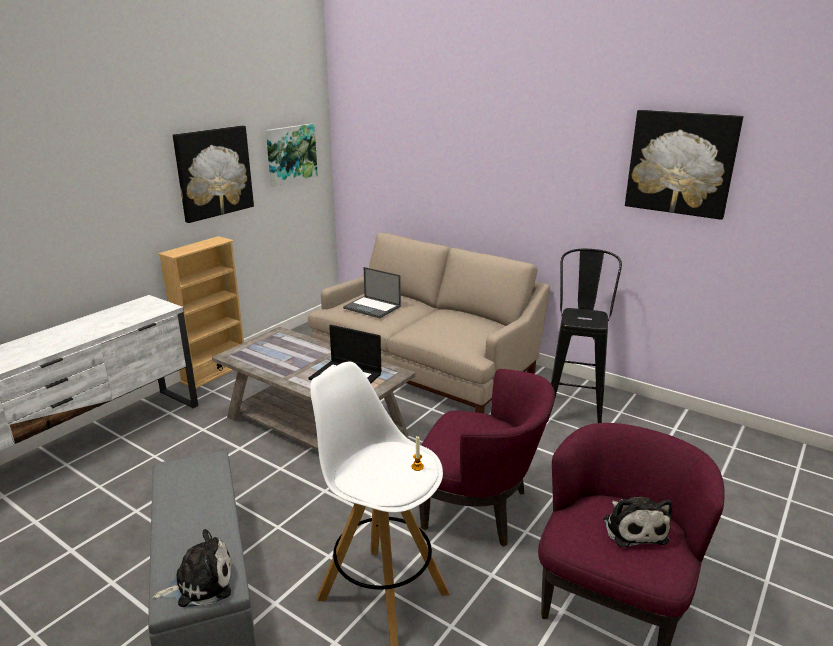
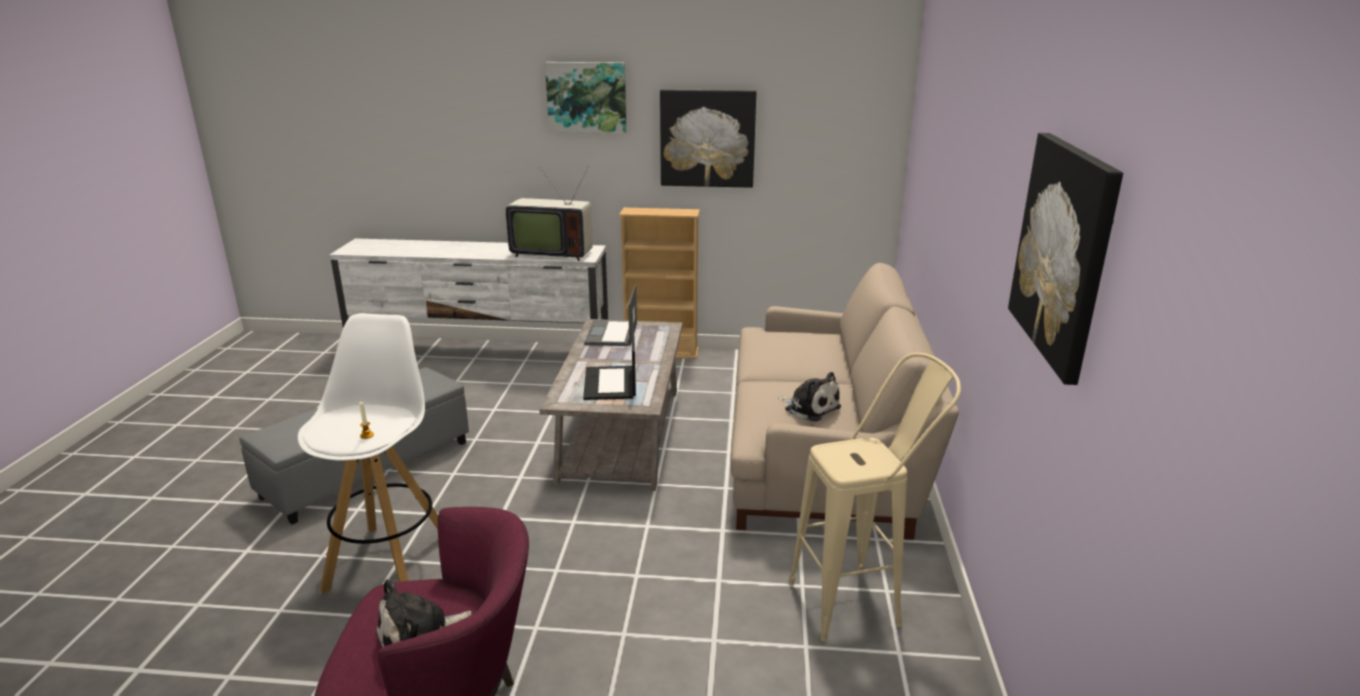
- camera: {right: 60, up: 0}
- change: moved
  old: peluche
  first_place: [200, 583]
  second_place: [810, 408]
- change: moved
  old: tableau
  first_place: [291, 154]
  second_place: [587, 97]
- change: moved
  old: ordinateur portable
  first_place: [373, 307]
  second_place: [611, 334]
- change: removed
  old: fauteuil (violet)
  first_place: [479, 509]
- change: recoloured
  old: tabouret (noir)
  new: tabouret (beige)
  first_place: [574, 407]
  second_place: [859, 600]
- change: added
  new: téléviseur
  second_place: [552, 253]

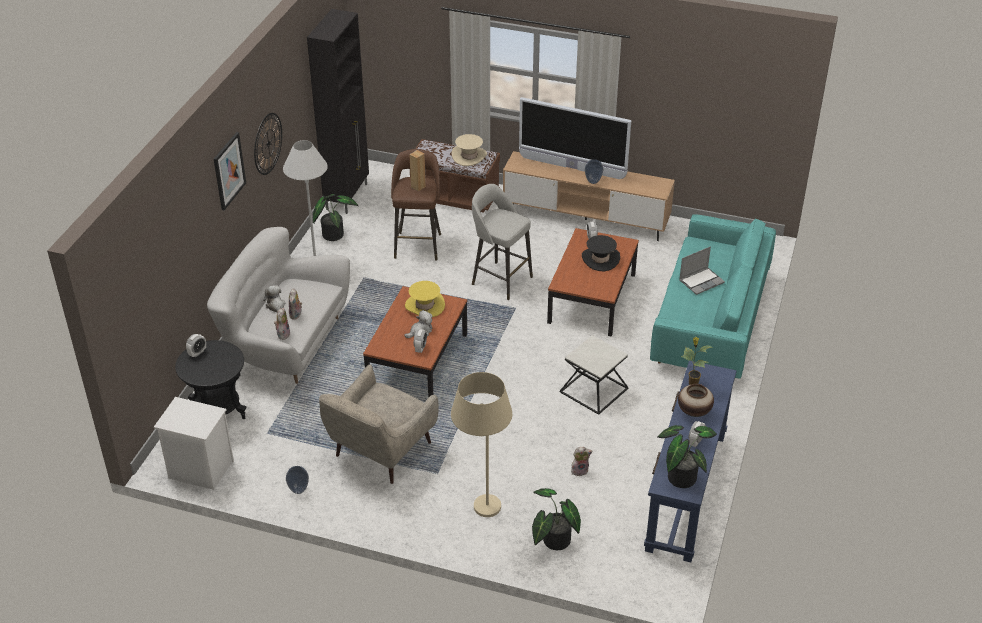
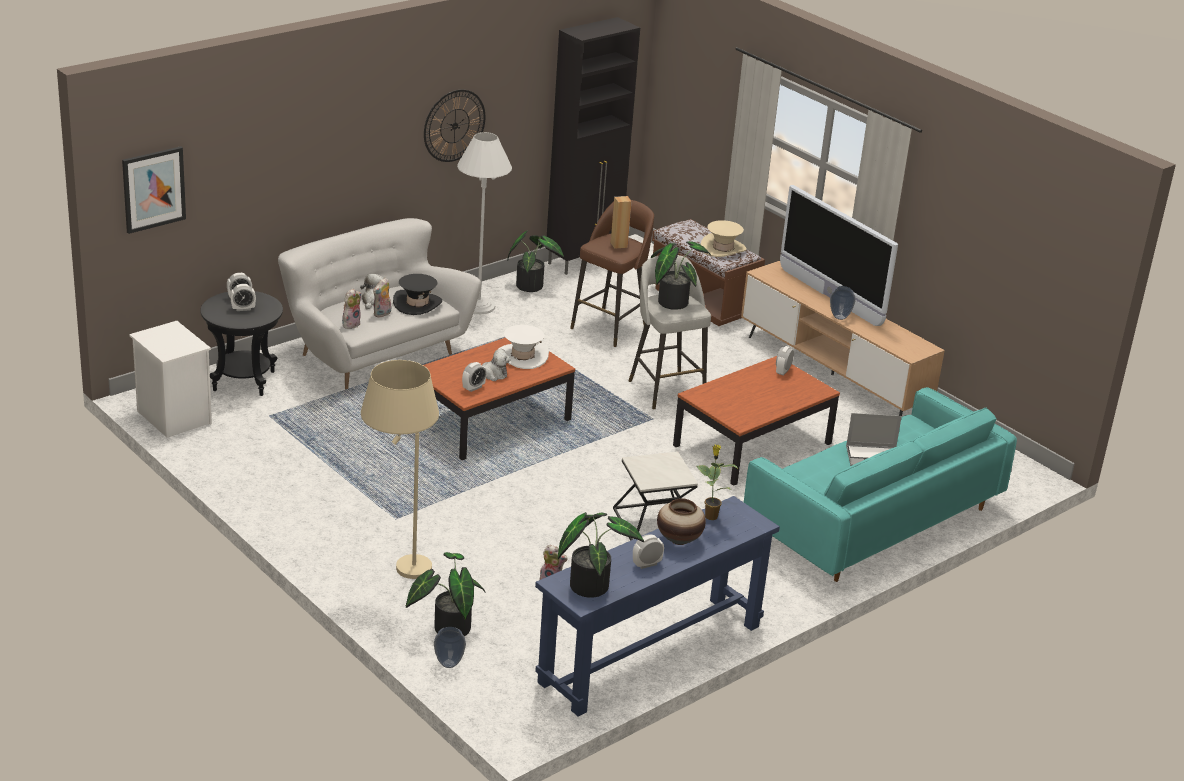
- camera: {right: 30, up: -10}
- change: moved
  old: tableau
  first_place: [229, 171]
  second_place: [153, 189]
- change: moved
  old: vase
  first_place: [298, 490]
  second_place: [448, 663]
- change: removed
  old: fauteuil (beige)
  first_place: [380, 452]
- change: recoloured
  old: chapeau (jaune)
  new: chapeau (blanc)
  first_place: [425, 306]
  second_place: [522, 356]
- change: moved
  old: chapeau (noir)
  first_place: [600, 259]
  second_place: [417, 304]
- change: added
  new: réveil
  second_place: [243, 309]
- change: added
  new: plante en pot
  second_place: [672, 301]

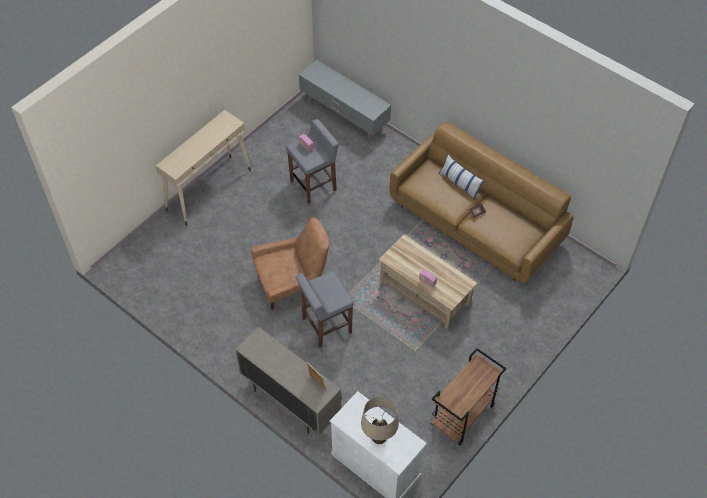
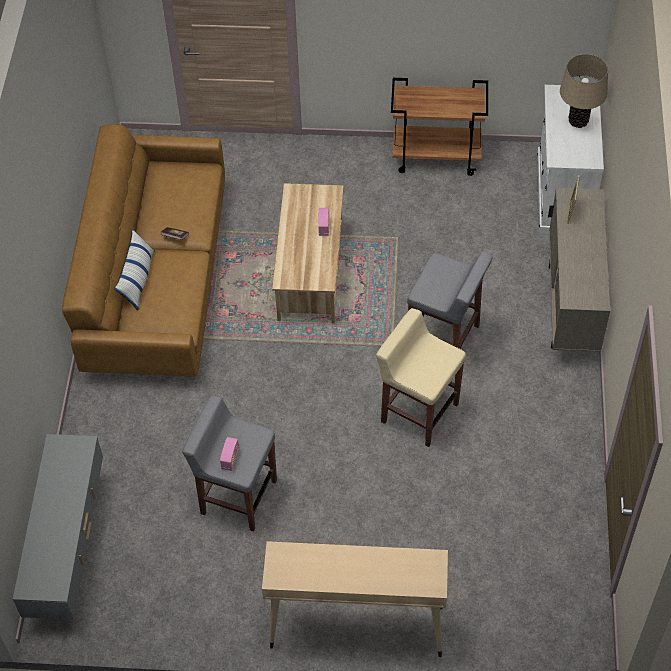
- camera: {right: -125, up: 0}
- change: replaced
  old: fauteuil (marron)
  new: tabouret (beige)
  first_place: [292, 283]
  second_place: [418, 412]

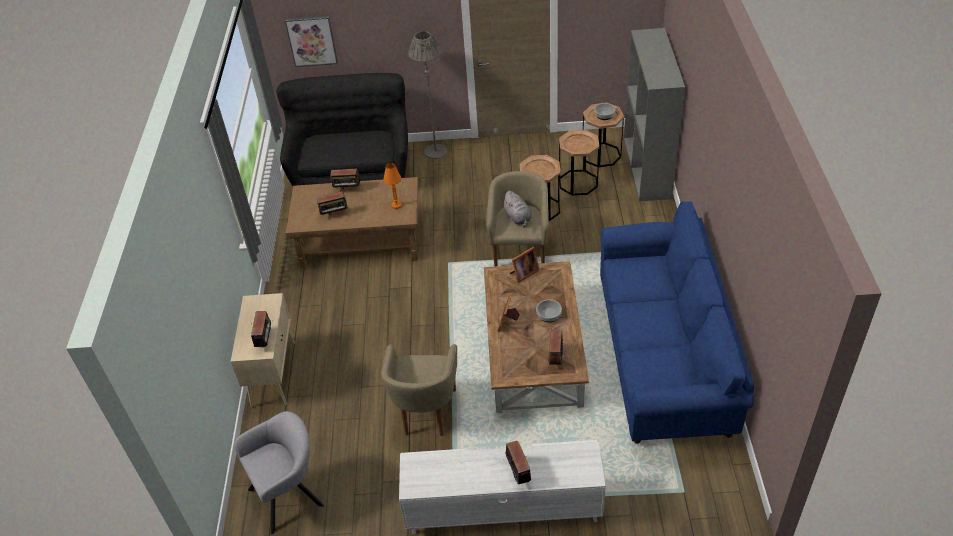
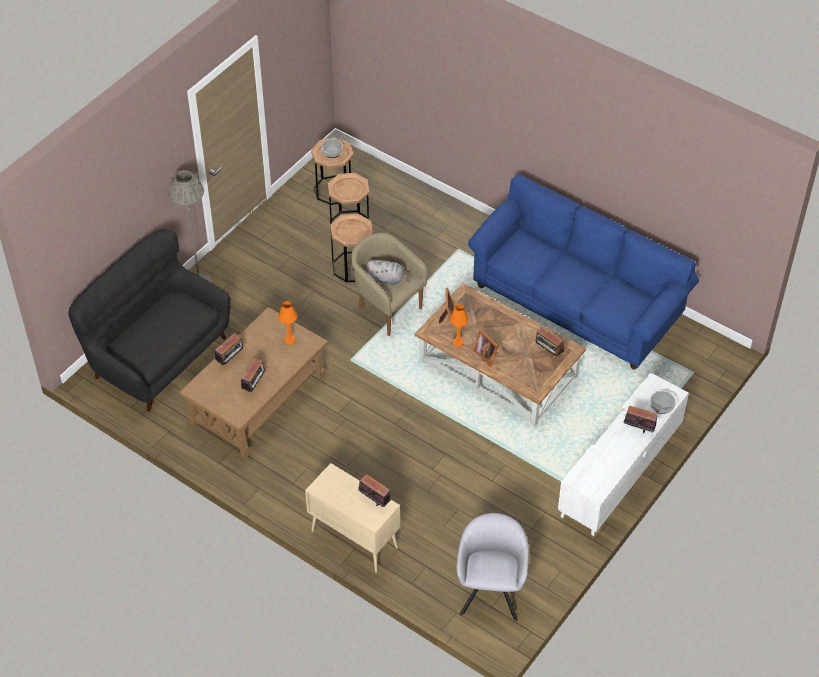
- camera: {right: -55, up: 5}
- change: removed
  old: tableau
  first_place: [311, 41]
- change: removed
  old: fauteuil (beige)
  first_place: [426, 412]
- change: moved
  old: bol
  first_place: [549, 315]
  second_place: [662, 406]
- change: removed
  old: bibliothèque (gris)
  first_place: [647, 168]
- change: added
  new: lampe de table (orange)
  second_place: [458, 342]

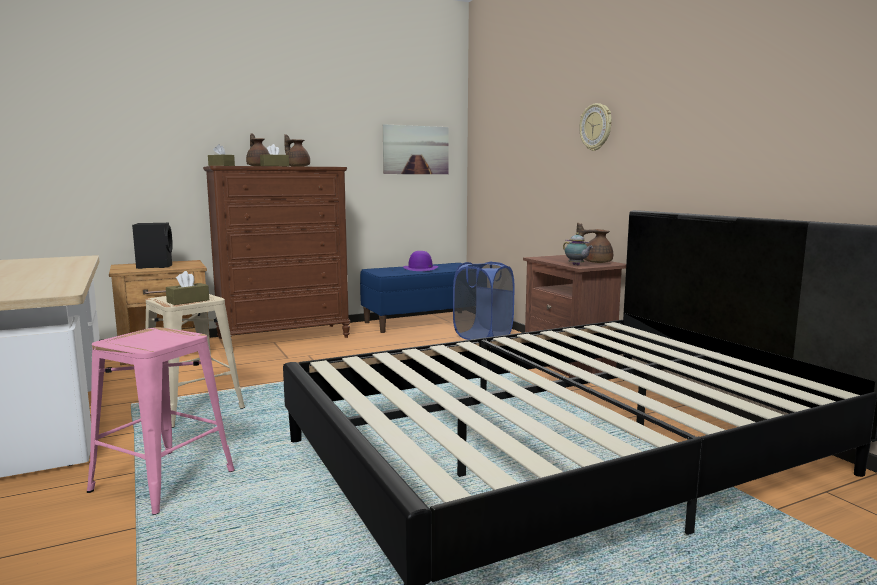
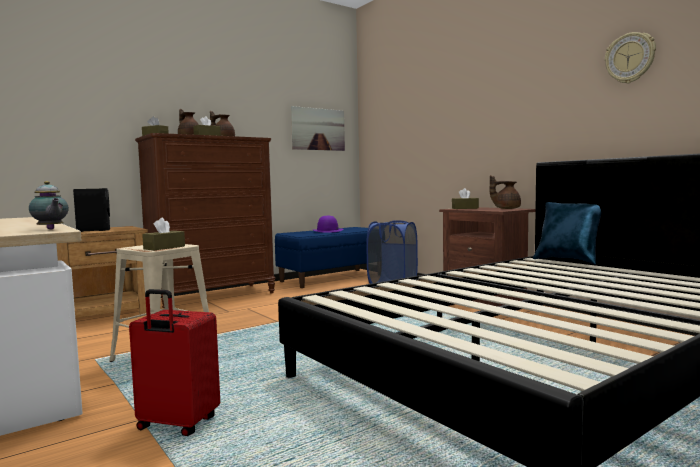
- camera: {right: -10, up: -5}
- change: replaced
  old: tabouret (rose)
  new: valise (rouge)
  first_place: [162, 481]
  second_place: [177, 425]
- change: moved
  old: théière
  first_place: [576, 265]
  second_place: [50, 229]
- change: moved
  old: horloge murale
  first_place: [596, 127]
  second_place: [630, 58]
- change: added
  new: boîte à mouchoirs (marron)
  second_place: [465, 208]
- change: added
  new: coussin (bleu)
  second_place: [568, 261]

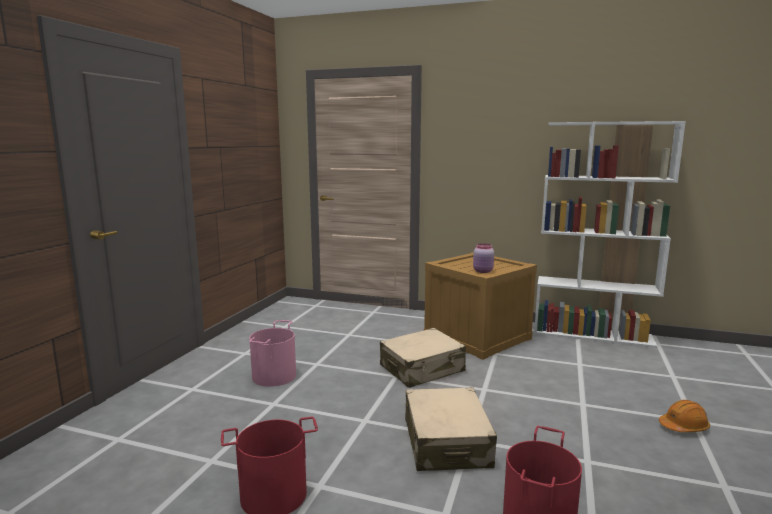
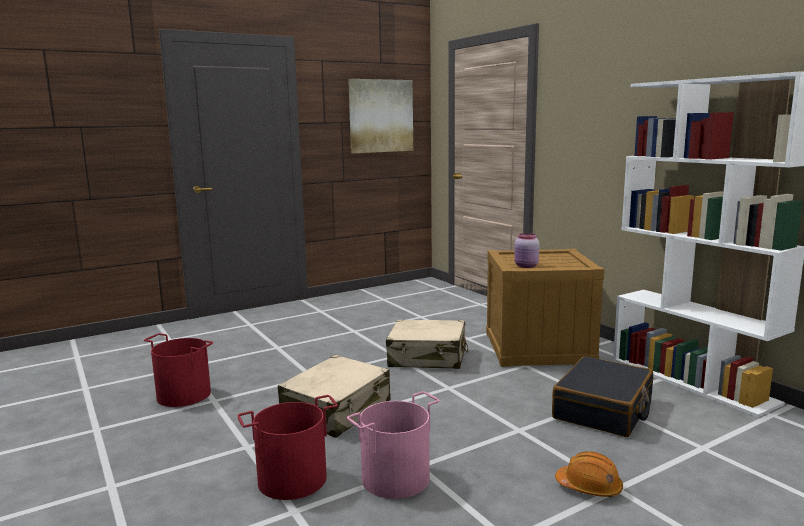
- camera: {right: 40, up: 0}
- change: moved
  old: seau (rose)
  first_place: [275, 376]
  second_place: [396, 478]
- change: added
  new: tableau
  second_place: [381, 116]
- change: added
  new: valise (noir)
  second_place: [603, 410]

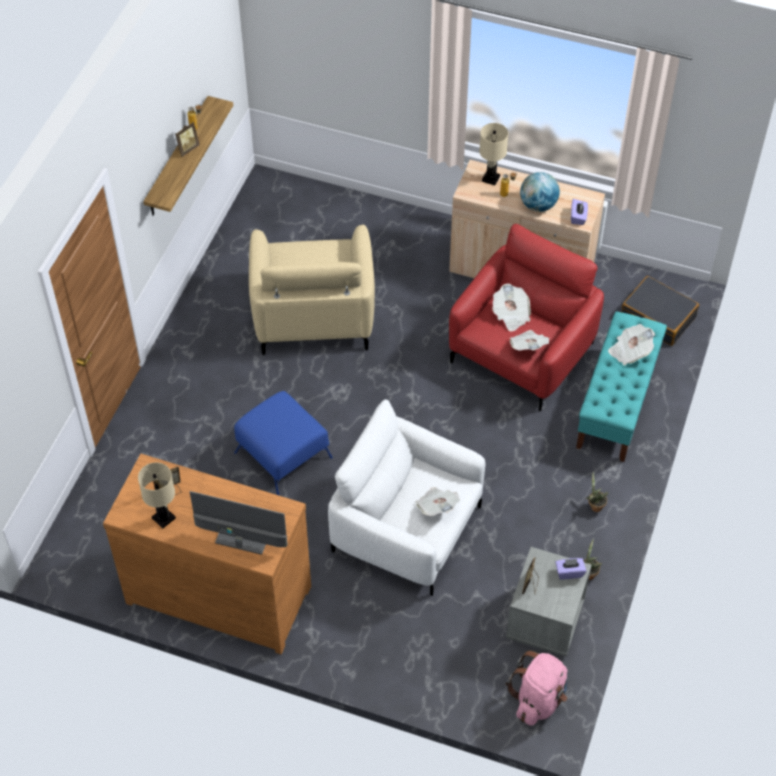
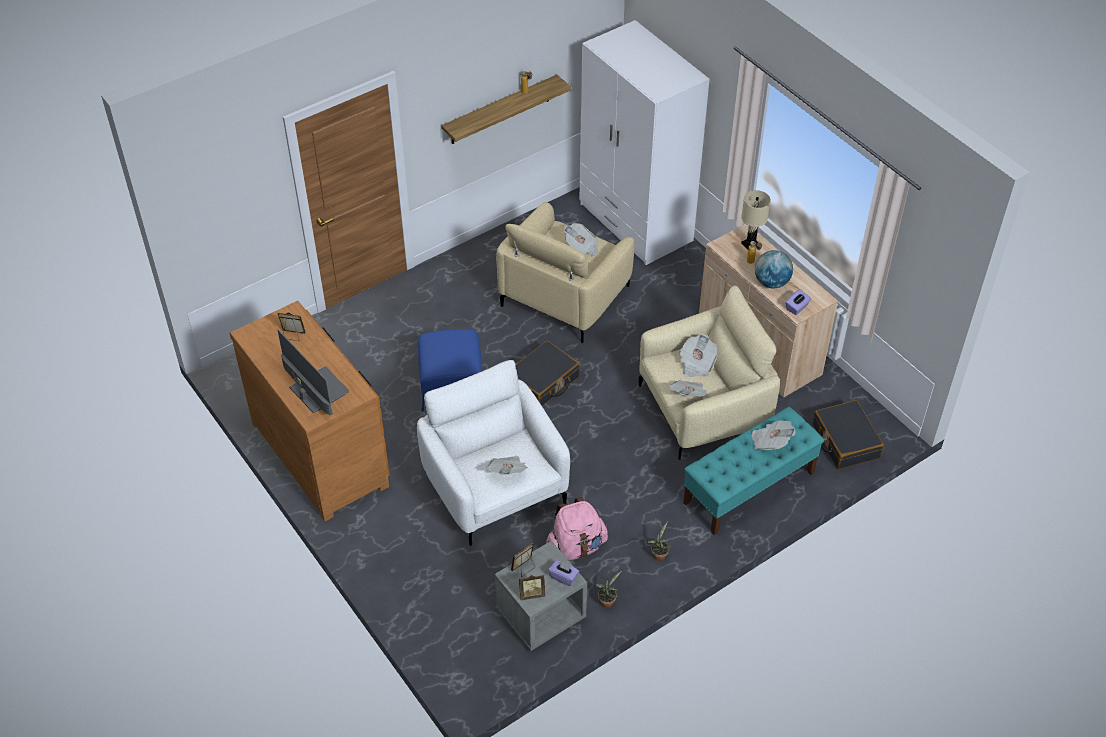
- camera: {right: 35, up: -5}
- change: removed
  old: lampe de table (beige)
  first_place: [163, 518]
- change: moved
  old: cadre photo
  first_place: [187, 149]
  second_place: [531, 594]
- change: recoloured
  old: fauteuil (rouge)
  new: fauteuil (beige)
  first_place: [521, 353]
  second_place: [703, 409]
- change: moved
  old: sac à dos (rose)
  first_place: [538, 699]
  second_place: [576, 546]
- change: added
  new: valise (noir)
  second_place: [543, 381]
- change: added
  new: journal
  second_place: [582, 247]
- change: added
  new: armoire (blanc)
  second_place: [635, 223]

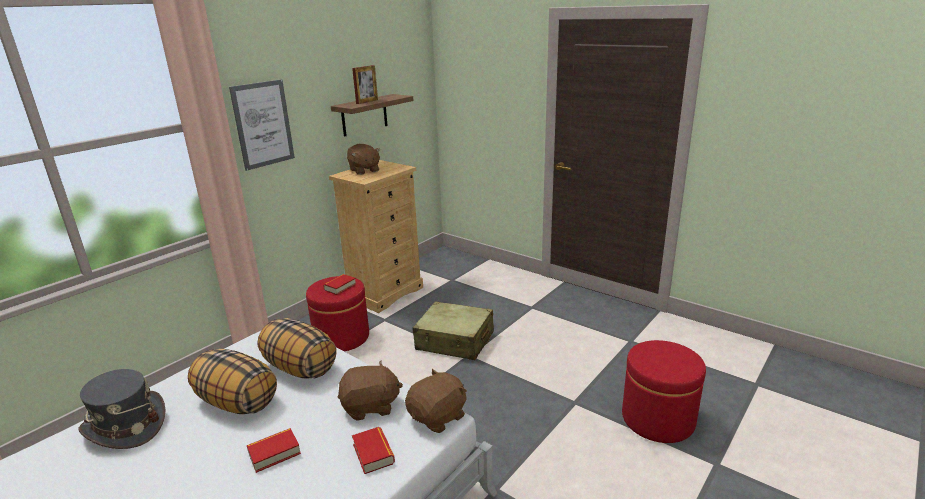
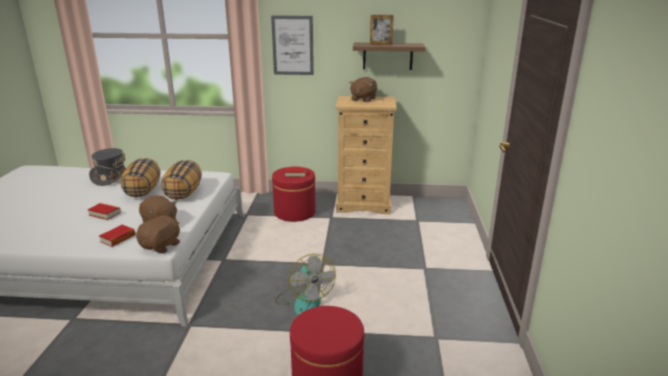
- camera: {right: 55, up: 0}
- change: turned
  old: peluche (marron)
  first_place: [438, 417]
  second_place: [161, 246]
  degrees: -75
- change: removed
  old: valise (beige)
  first_place: [455, 341]
- change: added
  new: ventilateur
  second_place: [304, 300]

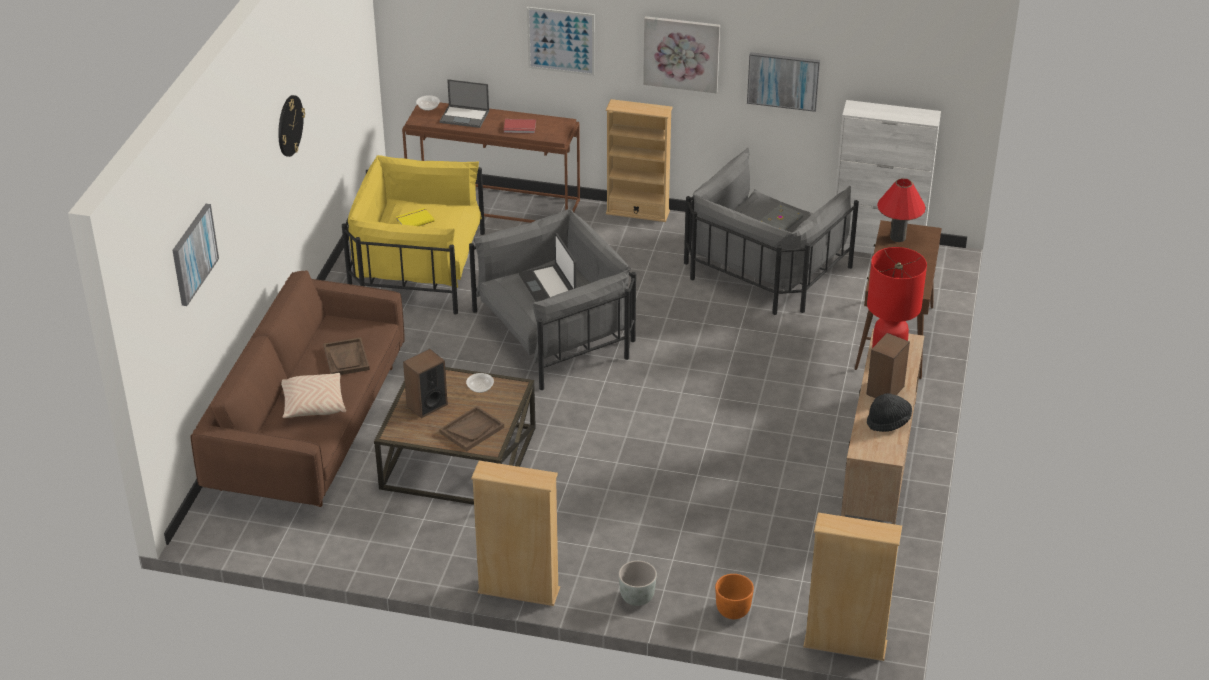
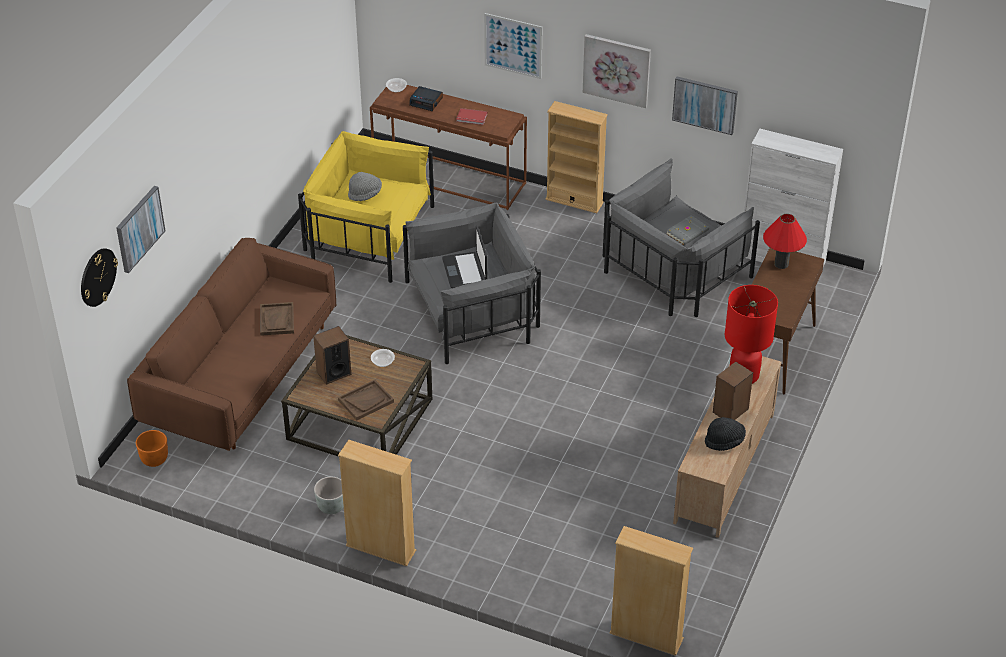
- camera: {right: 10, up: 5}
- change: moved
  old: horloge murale
  first_place: [289, 125]
  second_place: [97, 277]
- change: removed
  old: coussin (beige)
  first_place: [313, 405]
- change: replaced
  old: livre (jaune)
  new: chapeau (gris)
  first_place: [414, 220]
  second_place: [365, 194]
- change: replaced
  old: ordinateur portable
  new: réveil
  first_place: [465, 116]
  second_place: [426, 101]
- change: moved
  old: cache-pot (gris)
  first_place: [636, 598]
  second_place: [331, 507]
- change: moved
  old: cache-pot (orange)
  first_place: [732, 611]
  second_place: [154, 460]

